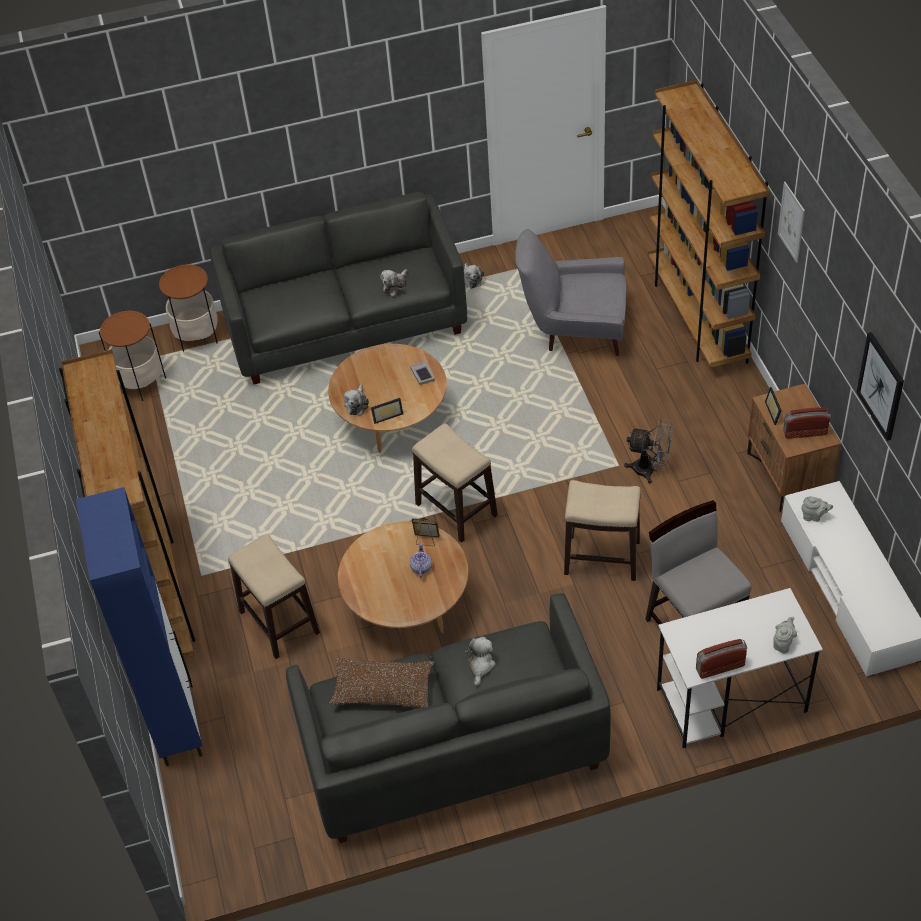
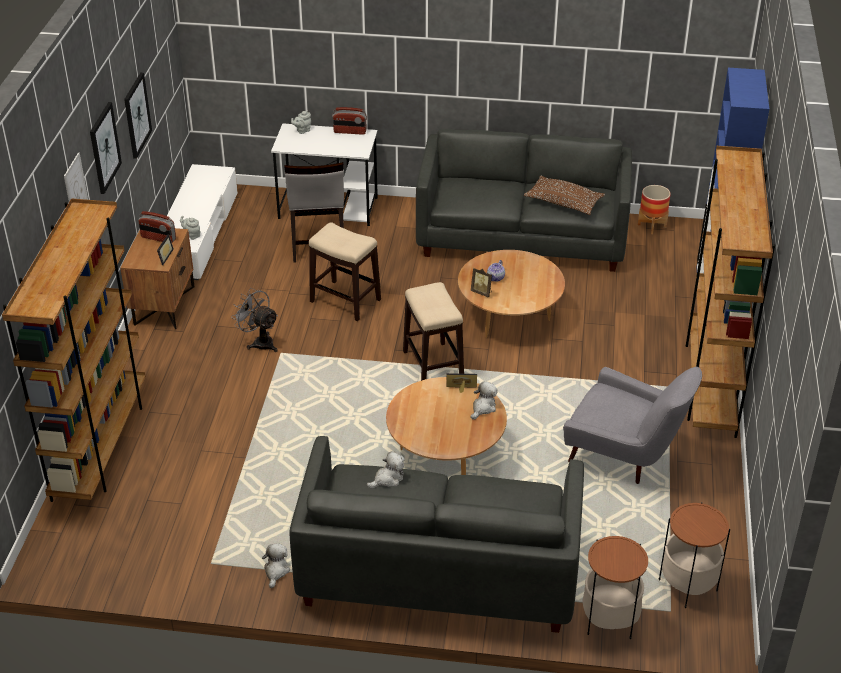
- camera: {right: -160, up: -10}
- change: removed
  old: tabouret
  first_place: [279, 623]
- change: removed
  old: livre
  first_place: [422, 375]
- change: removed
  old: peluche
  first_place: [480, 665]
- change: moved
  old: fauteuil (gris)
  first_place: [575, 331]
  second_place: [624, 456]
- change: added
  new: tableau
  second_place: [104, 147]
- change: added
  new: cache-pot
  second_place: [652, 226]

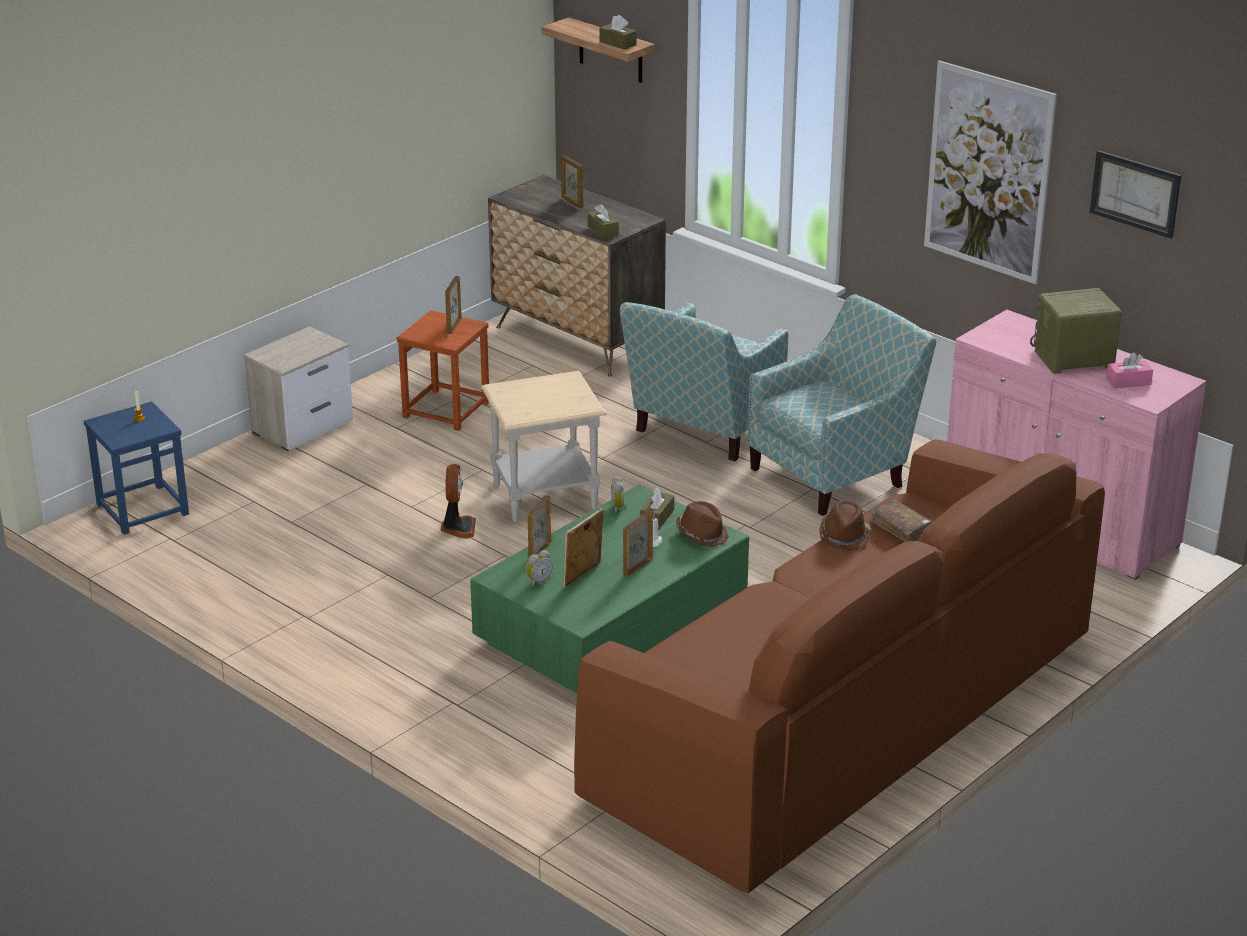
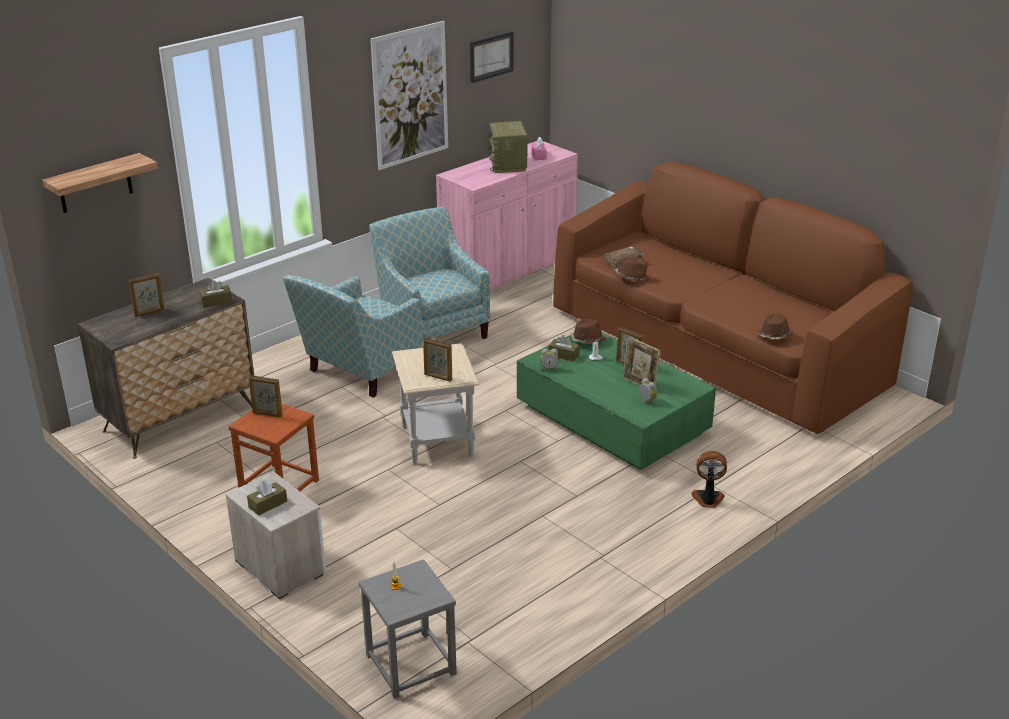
- camera: {right: -85, up: 0}
- change: recoloured
  old: tabouret (bleu)
  new: tabouret (gris)
  first_place: [142, 509]
  second_place: [410, 664]
- change: moved
  old: ventilateur
  first_place: [457, 528]
  second_place: [708, 499]
- change: moved
  old: cadre photo
  first_place: [539, 552]
  second_place: [438, 377]
- change: moved
  old: boîte à mouchoirs (marron)
  first_place: [617, 43]
  second_place: [268, 504]
- change: turned
  old: fauteuil
  first_place: [702, 431]
  second_place: [358, 373]
  degrees: 90
- change: added
  new: chapeau (marron)
  second_place: [774, 336]

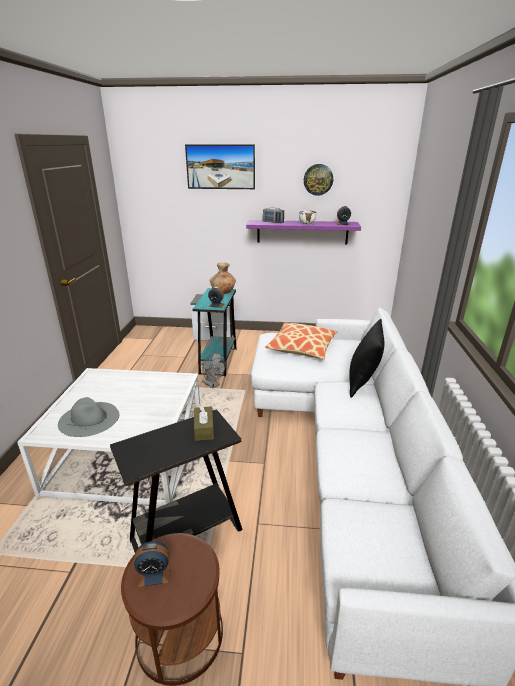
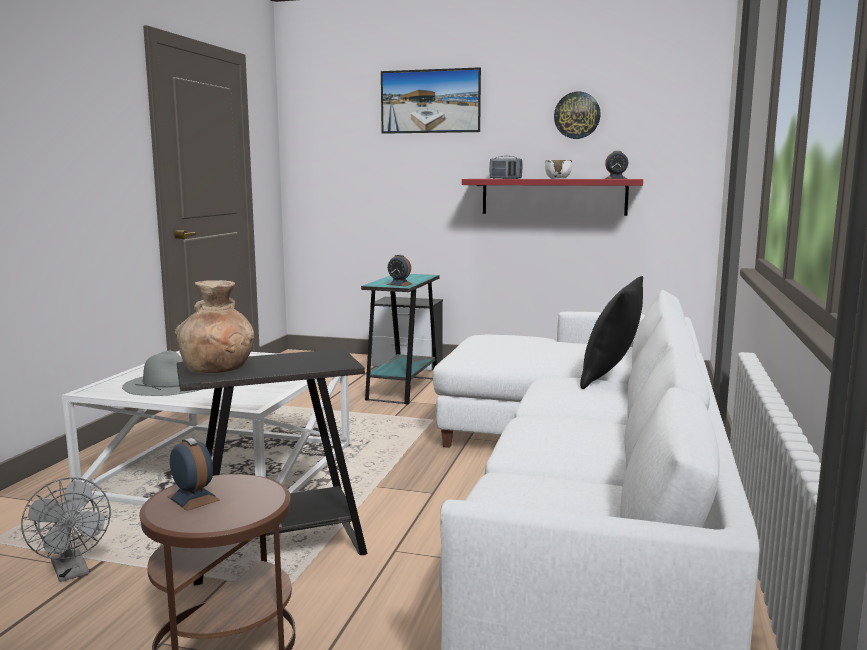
- camera: {right: 10, up: -15}
- change: turned
  old: réveil
  first_place: [154, 574]
  second_place: [193, 498]
  degrees: -135
- change: removed
  old: boîte à mouchoirs (marron)
  first_place: [204, 429]
- change: moved
  old: ventilateur (gris)
  first_place: [213, 385]
  second_place: [72, 572]
- change: moved
  old: vase (marron)
  first_place: [223, 292]
  second_place: [218, 369]
- change: recoloured
  old: étagère (violet)
  new: étagère (rouge)
  first_place: [302, 232]
  second_place: [553, 196]
- change: removed
  old: coussin
  first_place: [302, 347]

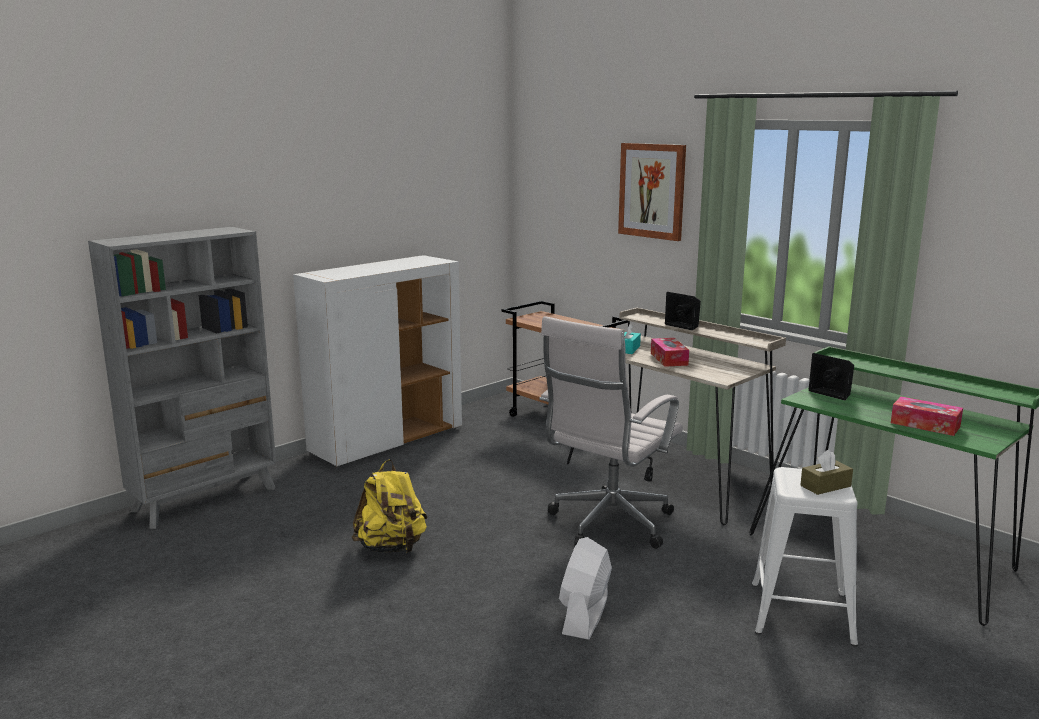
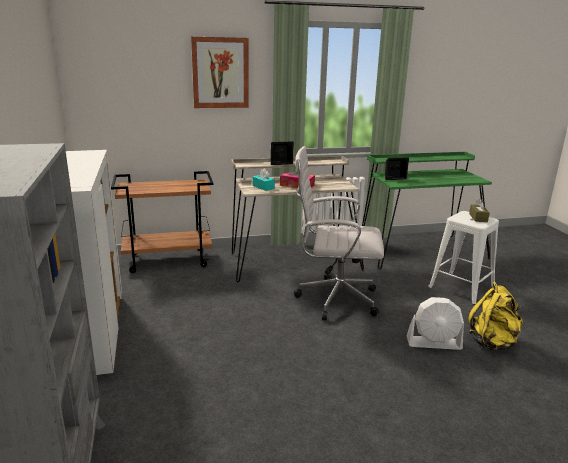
- camera: {right: -60, up: 5}
- change: moved
  old: sac à dos (jaune)
  first_place: [392, 548]
  second_place: [492, 343]
- change: turned
  old: chaise de bureau (blanc)
  first_place: [607, 525]
  second_place: [333, 299]
  degrees: 120
- change: turned
  old: ventilateur (blanc)
  first_place: [585, 615]
  second_place: [434, 343]
  degrees: -45
- change: removed
  old: boîte à mouchoirs
  first_place: [925, 425]

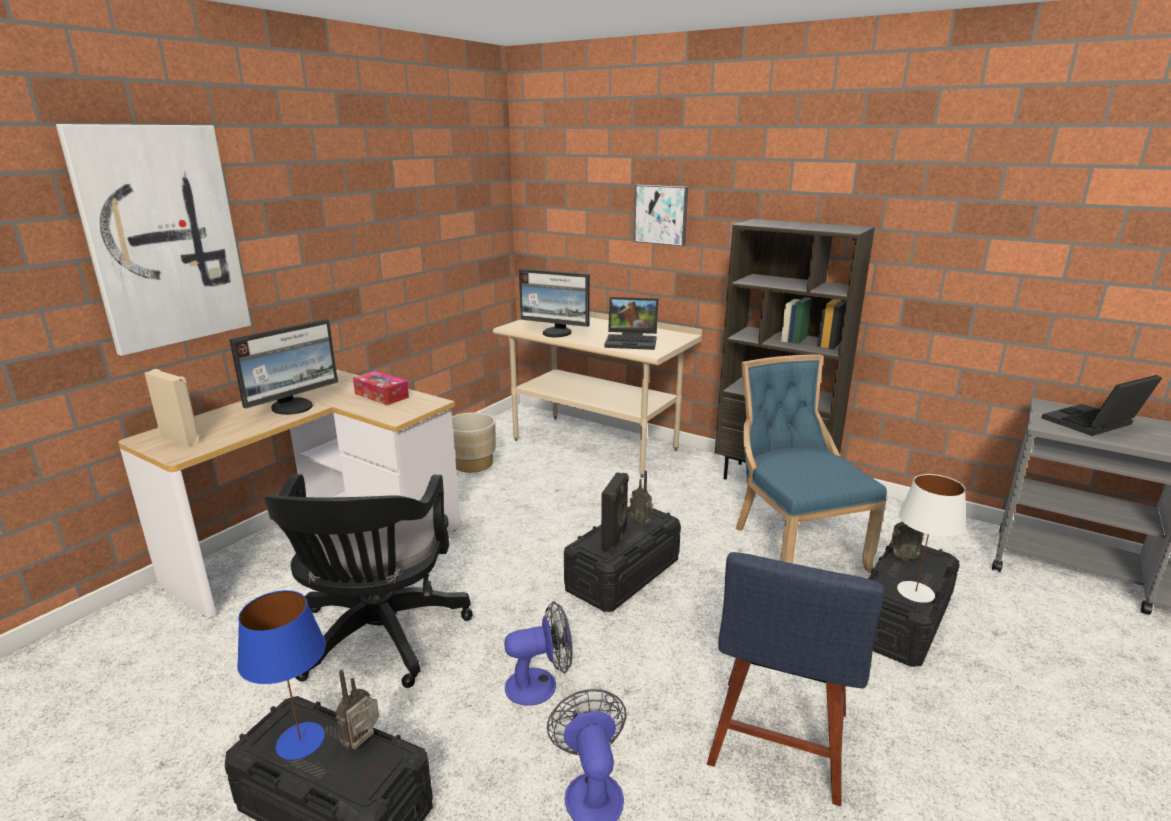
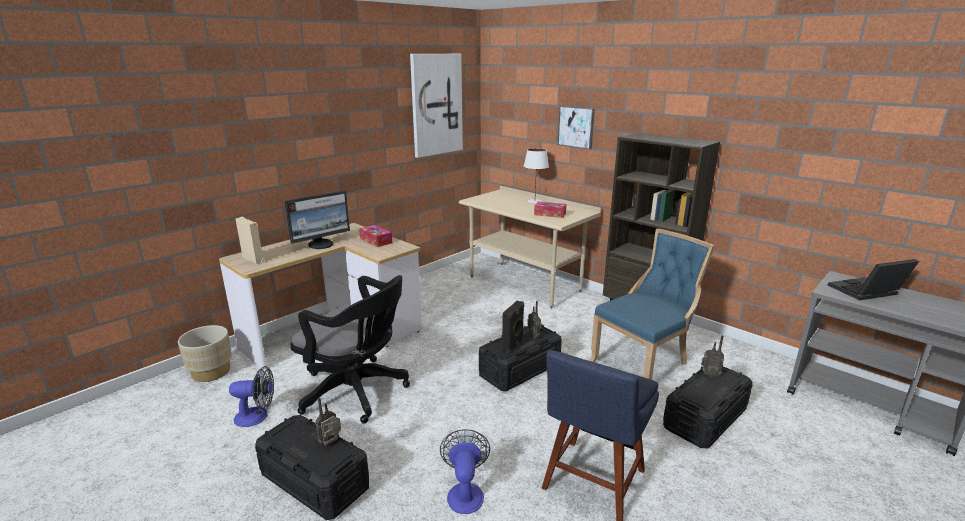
- camera: {right: 10, up: 0}
- change: moved
  old: tableau
  first_place: [163, 237]
  second_place: [436, 105]
- change: removed
  old: lampe de table (bleu)
  first_place: [300, 741]
- change: turned
  old: chaise de bureau (noir)
  first_place: [379, 639]
  second_place: [358, 392]
  degrees: -75
- change: moved
  old: cache-pot (beige)
  first_place: [473, 464]
  second_place: [211, 372]
- change: moved
  old: ventilateur
  first_place: [540, 684]
  second_place: [257, 416]
- change: removed
  old: écran d'ordinateur
  first_place: [557, 333]
- change: replaced
  old: ordinateur portable
  new: boîte à mouchoirs
  first_place: [632, 341]
  second_place: [550, 214]
- change: turned
  old: chaise (bleu)
  first_place: [793, 547]
  second_place: [643, 363]
  degrees: 60
- change: moved
  old: lampe de table (blanc)
  first_place: [915, 591]
  second_place: [534, 201]

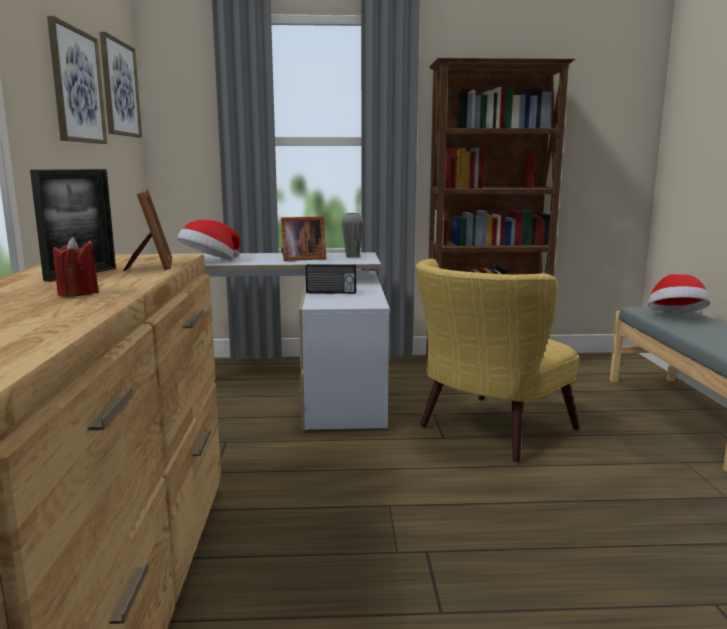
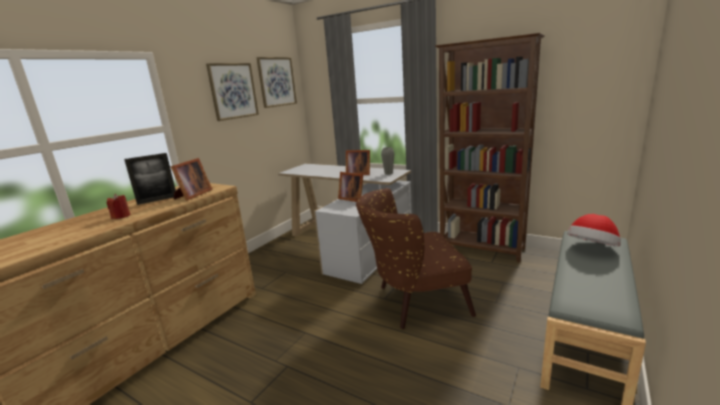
- camera: {right: 35, up: 5}
- change: removed
  old: chapeau
  first_place: [209, 261]
- change: replaced
  old: radio
  new: cadre photo
  first_place: [331, 292]
  second_place: [352, 199]
- change: recoloured
  old: fauteuil (jaune)
  new: fauteuil (marron)
  first_place: [487, 432]
  second_place: [413, 302]

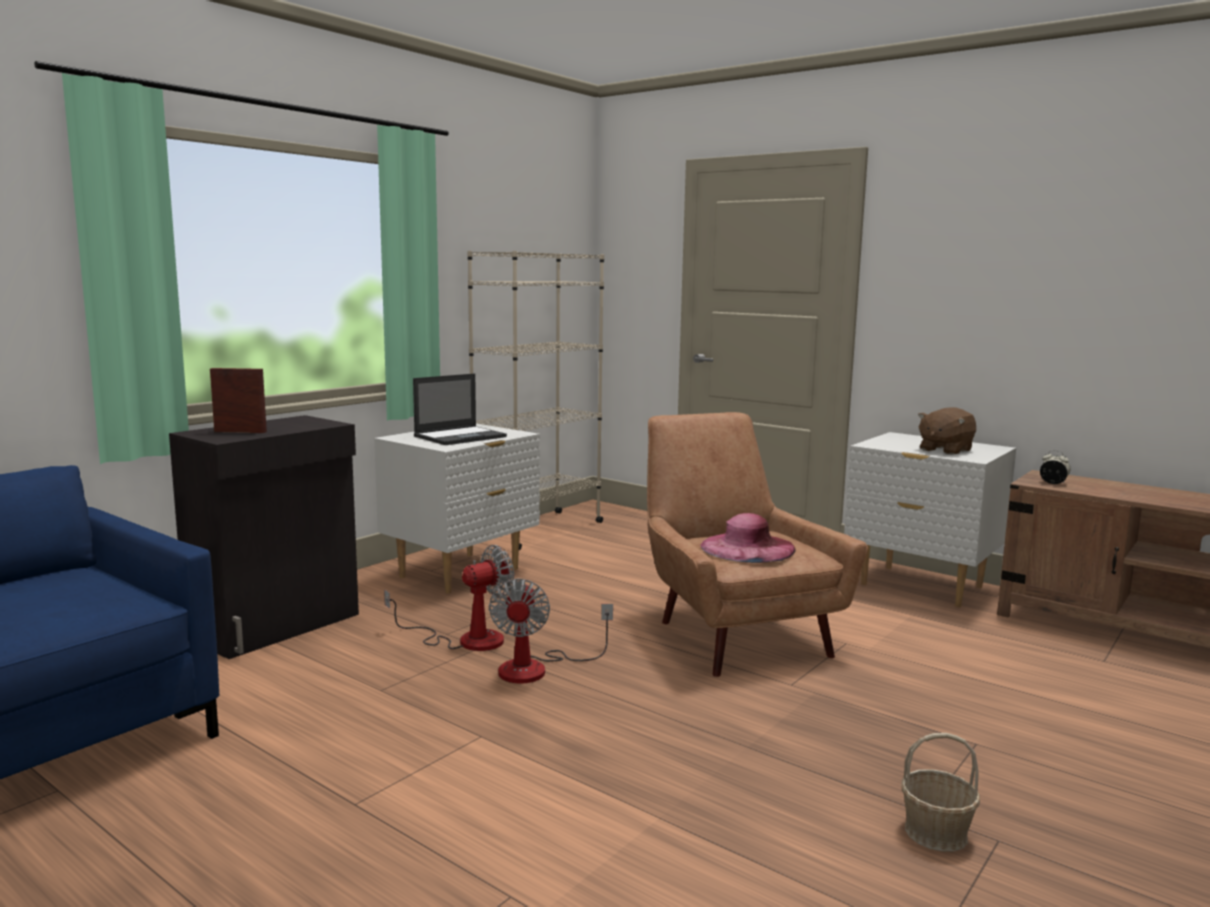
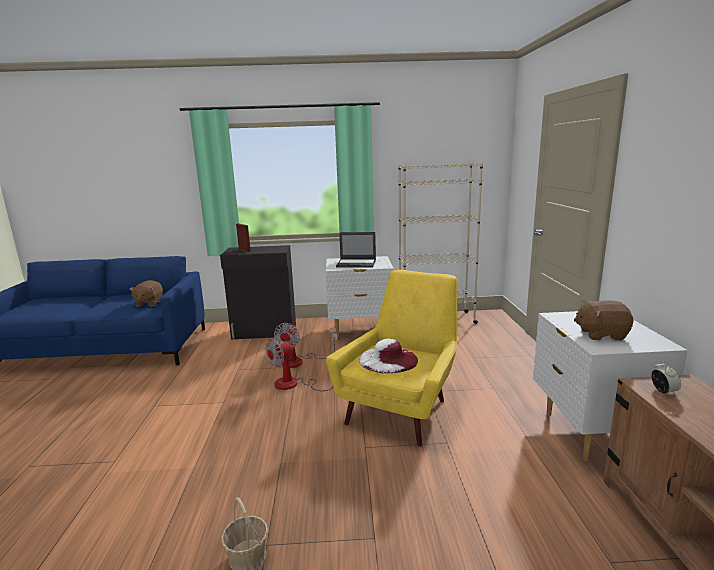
- camera: {right: 50, up: 5}
- change: turned
  old: ventilateur
  first_place: [466, 640]
  second_place: [300, 361]
  degrees: 90
- change: recoloured
  old: fauteuil (marron)
  new: fauteuil (jaune)
  first_place: [732, 632]
  second_place: [402, 407]
- change: recoloured
  old: chapeau (rose)
  new: chapeau (blanc)
  first_place: [747, 547]
  second_place: [388, 359]
- change: added
  new: peluche (marron)
  second_place: [149, 303]

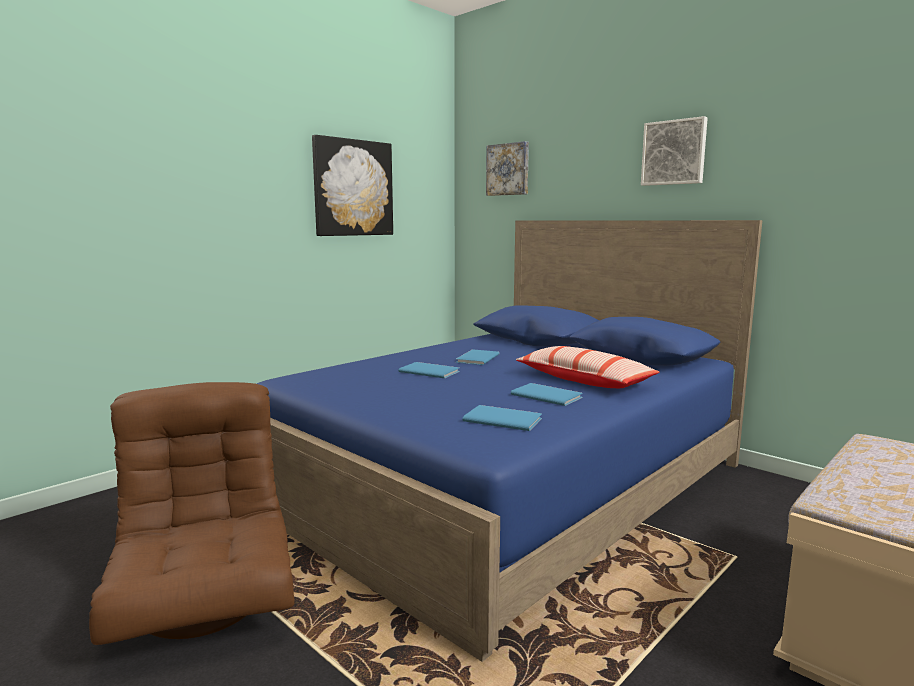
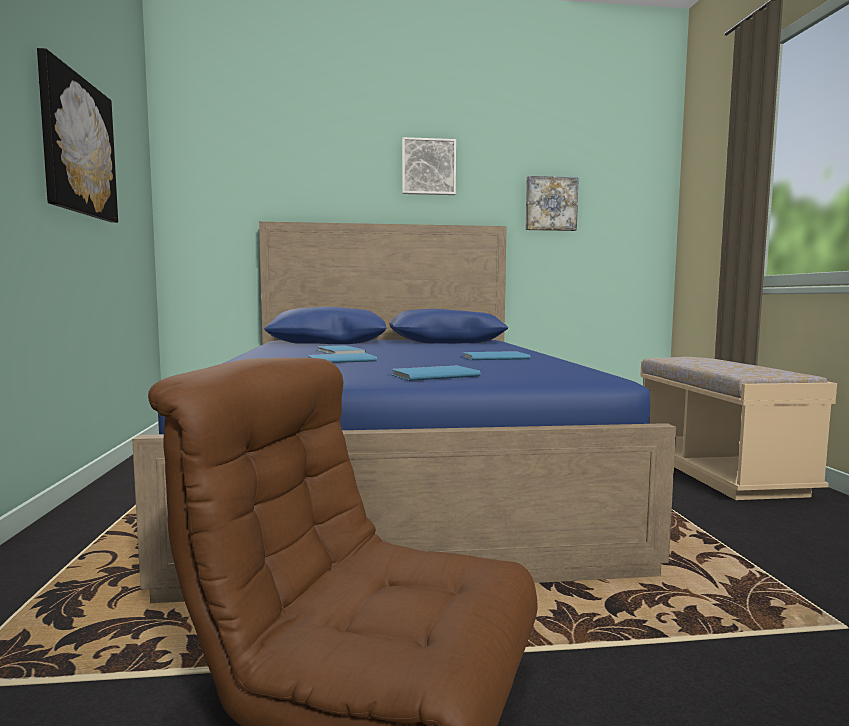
- camera: {right: -50, up: -5}
- change: moved
  old: livre (bleu)
  first_place: [501, 419]
  second_place: [432, 375]
- change: moved
  old: tableau
  first_place: [508, 169]
  second_place: [550, 204]
- change: removed
  old: coussin
  first_place: [584, 380]

